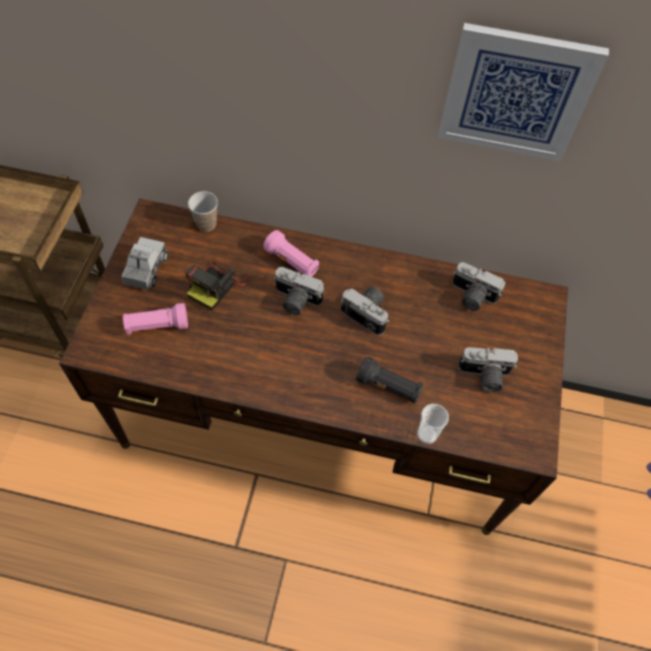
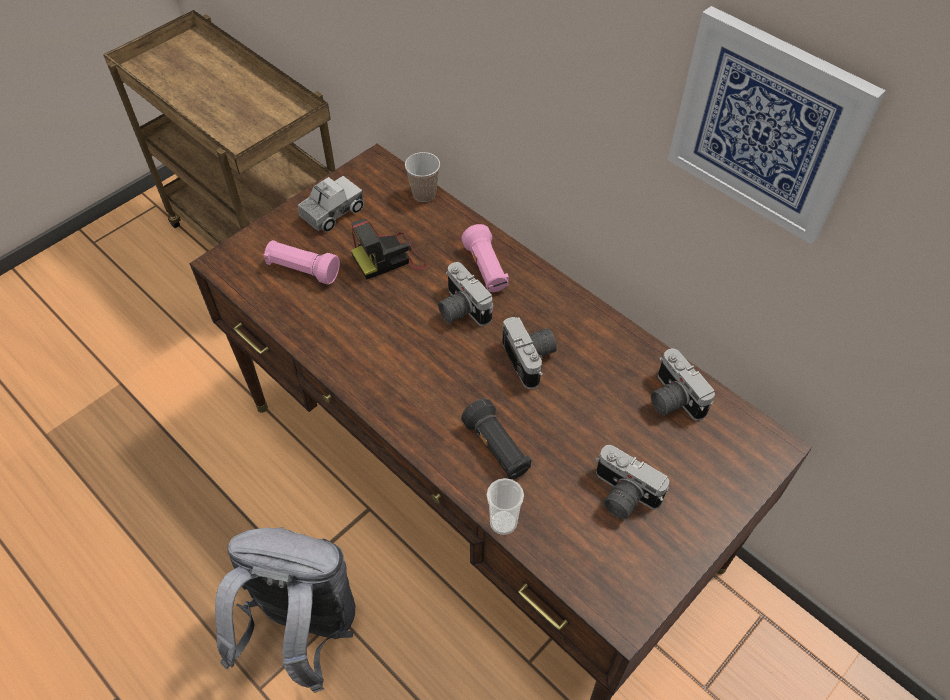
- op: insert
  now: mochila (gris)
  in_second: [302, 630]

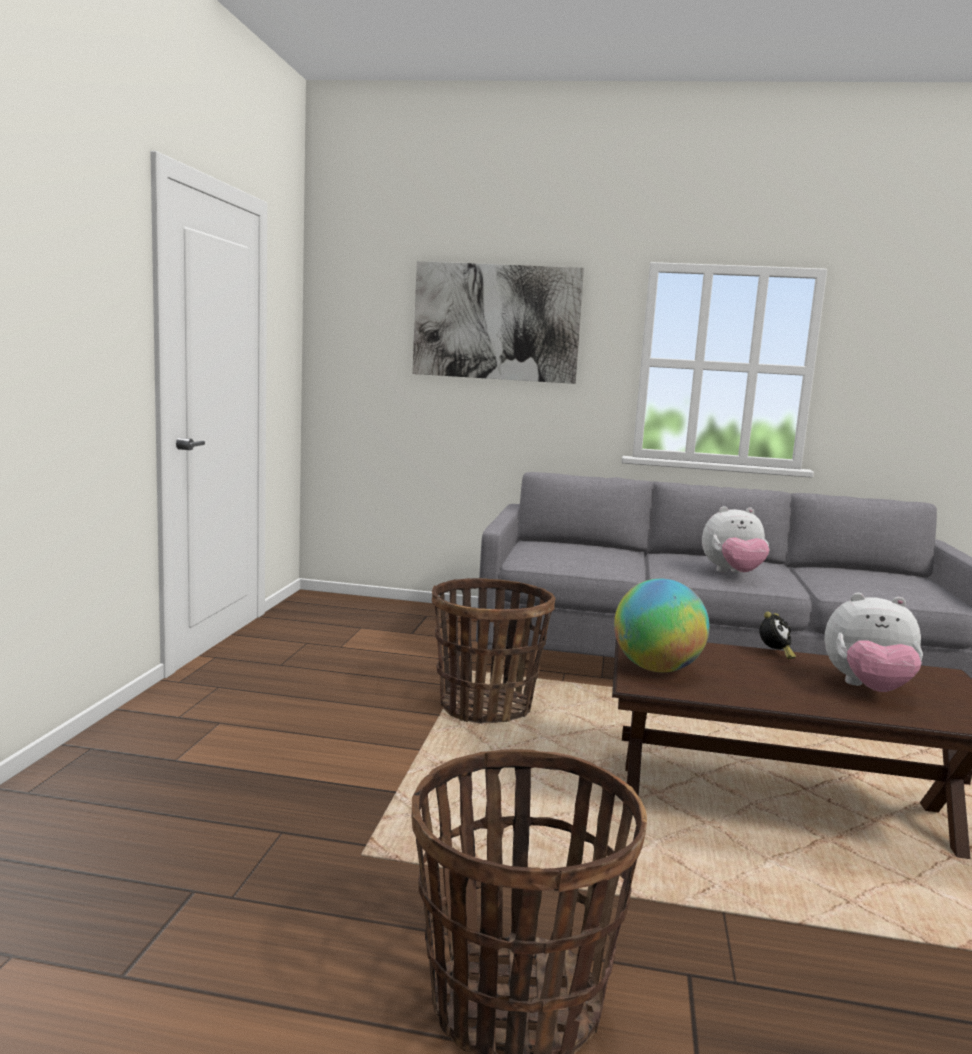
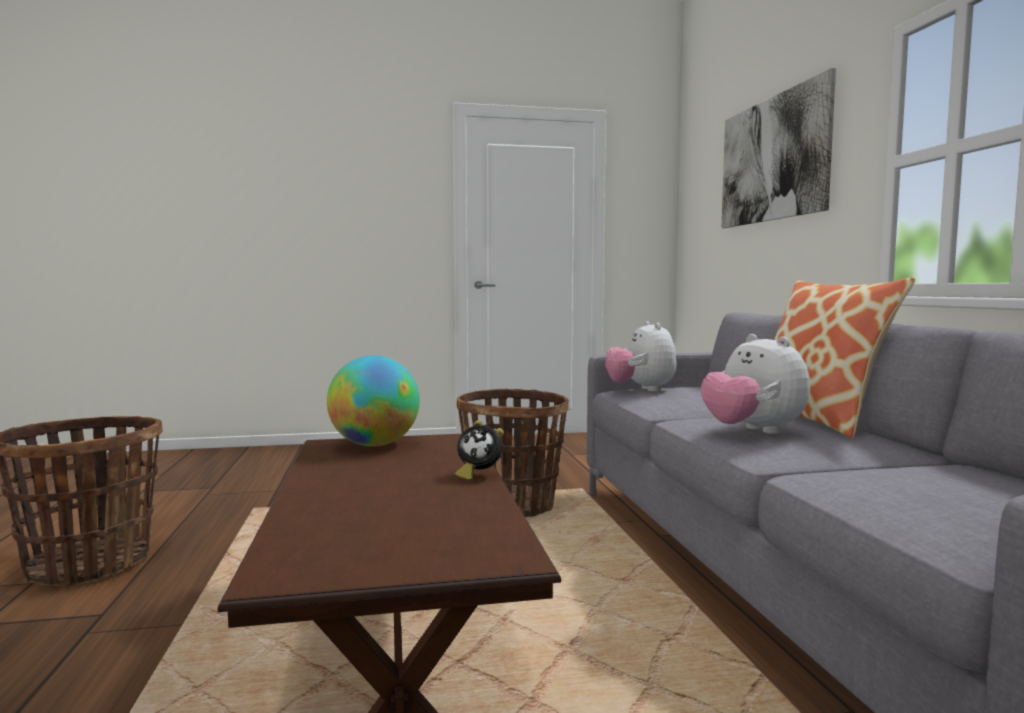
- op: insert
  now: cojín
  in_second: [817, 419]
- op: move
  was: peluche
  in_first: [868, 689]
  in_second: [641, 390]

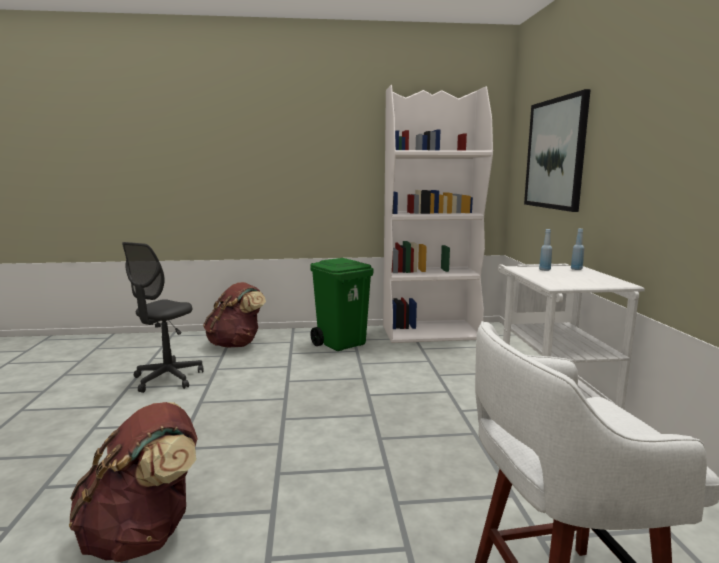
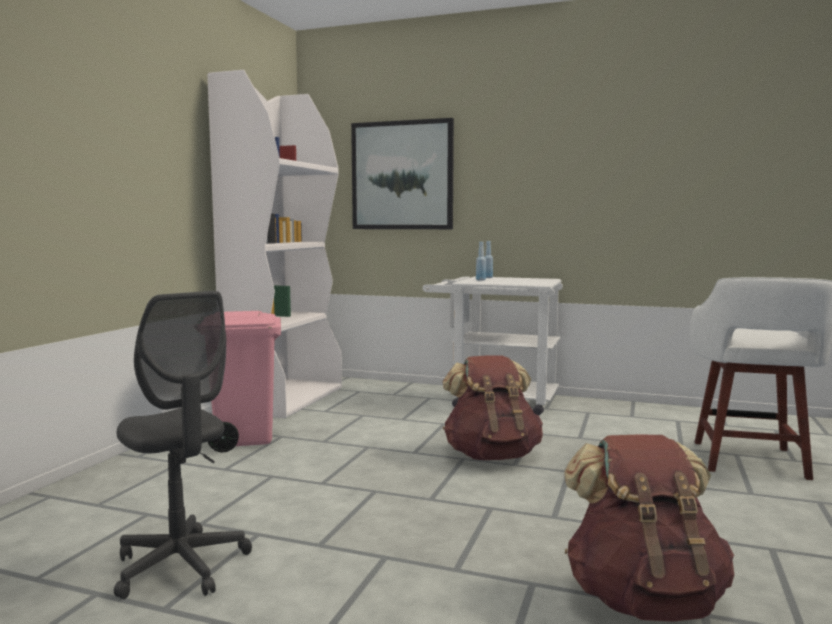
- op: move
  was: mochila (marrón)
  in_first: [236, 344]
  in_second: [491, 456]
- op: recolor
  was: papelera (verde)
  now: papelera (rosa)
  in_first: [342, 344]
  in_second: [243, 439]

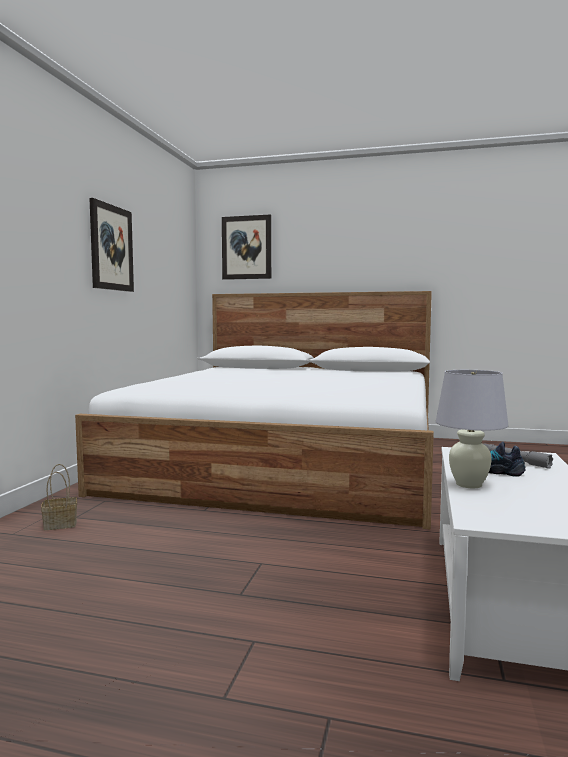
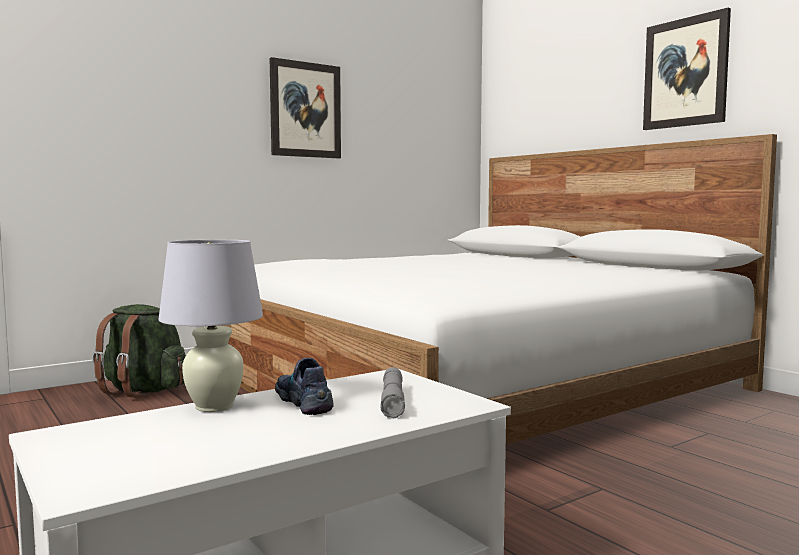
- op: move
  was: cuadro
  in_first: [246, 247]
  in_second: [685, 72]
- op: replace
  was: cesta
  now: mochila (verde)
  in_first: [59, 525]
  in_second: [143, 391]

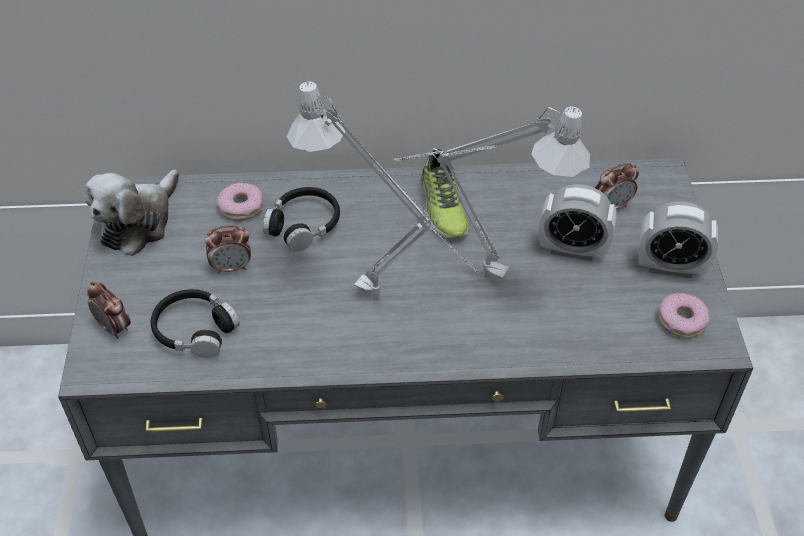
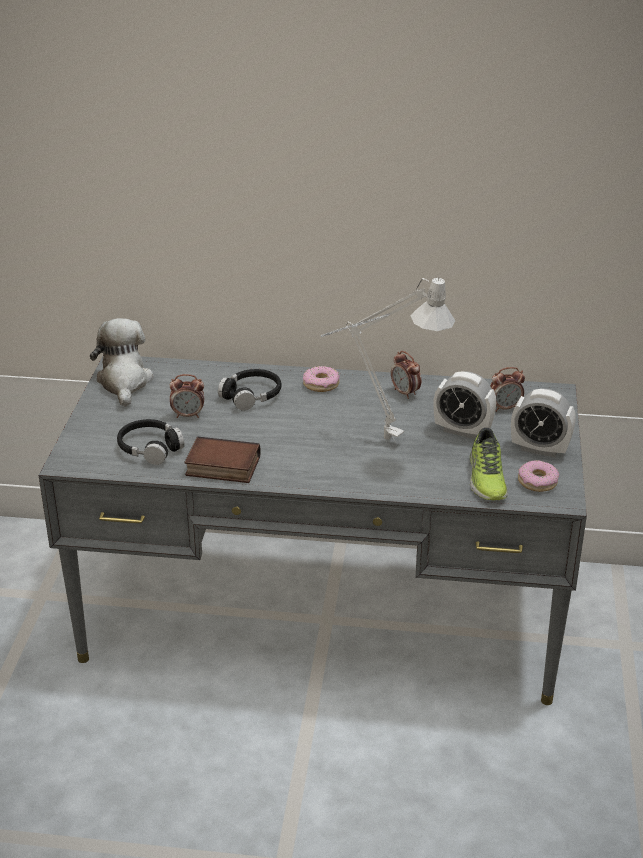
- op: delete
  was: lámpara de mesa (gris)
  in_first: [387, 305]
- op: insert
  now: libro
  in_second: [221, 467]
- op: move
  was: despertador
  in_first: [114, 328]
  in_second: [405, 393]
- op: move
  was: rosquilla
  in_first: [241, 207]
  in_second: [321, 384]
- op: move
  was: zapato
  in_first: [442, 207]
  in_second: [486, 478]
- op: rotate
  was: peluche
  in_first: [139, 222]
  in_second: [124, 382]
  clockwise: 135

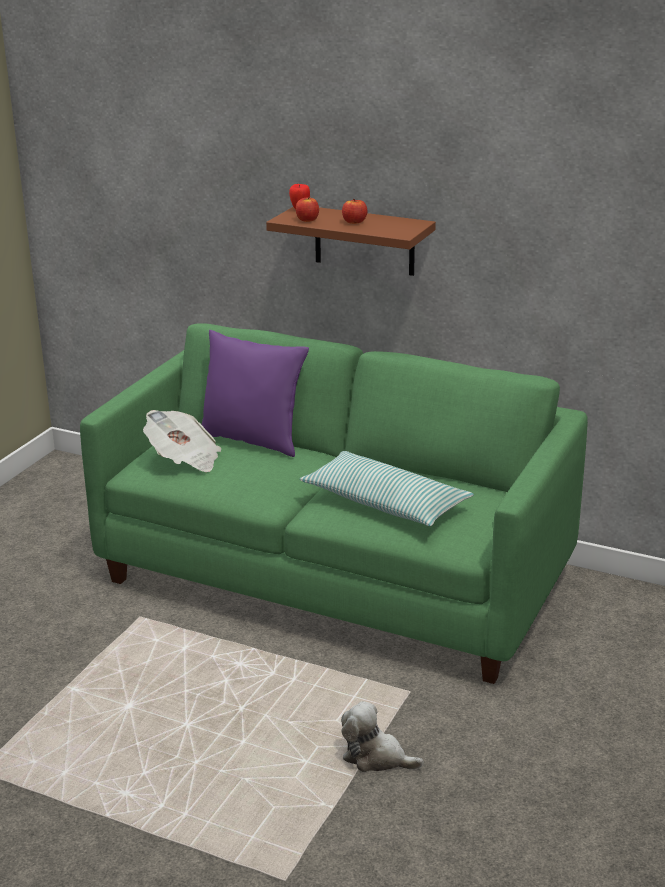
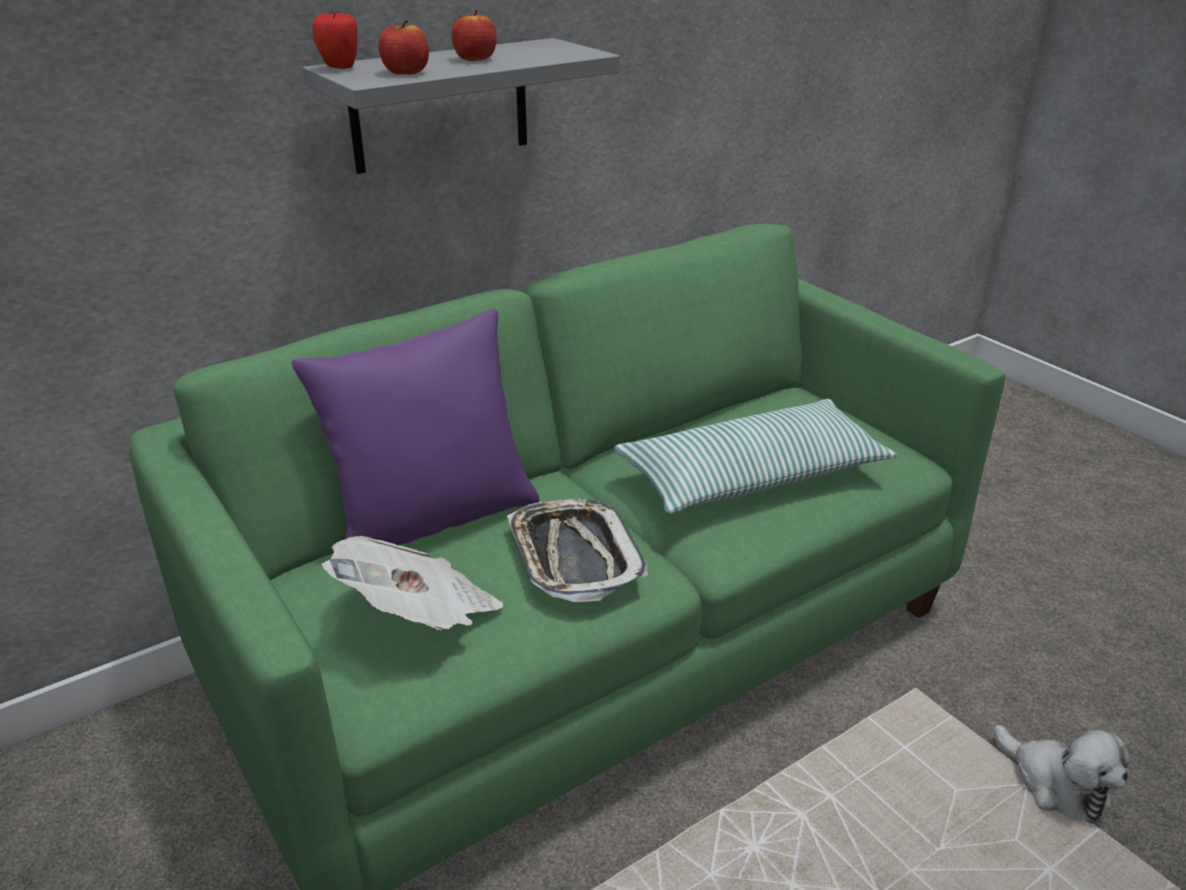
- op: insert
  now: bandeja
  in_second: [574, 556]
- op: recolor
  was: estante (marrón)
  now: estante (gris)
  in_first: [364, 240]
  in_second: [440, 105]
- op: rotate
  was: peluche
  in_first: [376, 757]
  in_second: [1055, 784]
  clockwise: -90

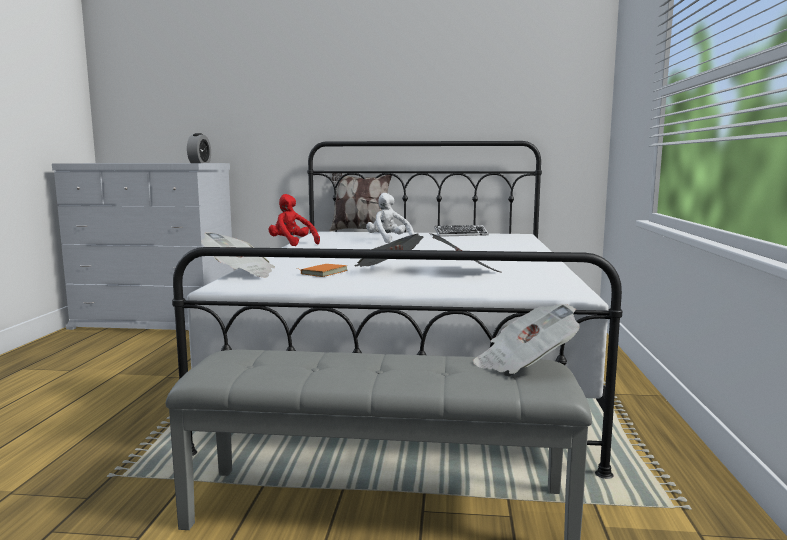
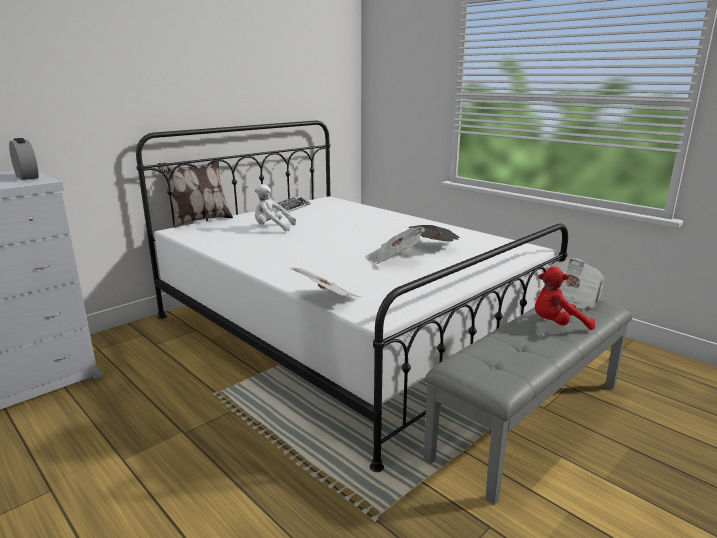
- op: delete
  was: libro (naranja)
  in_first: [323, 272]
- op: move
  was: peluche (rojo)
  in_first: [292, 244]
  in_second: [557, 325]

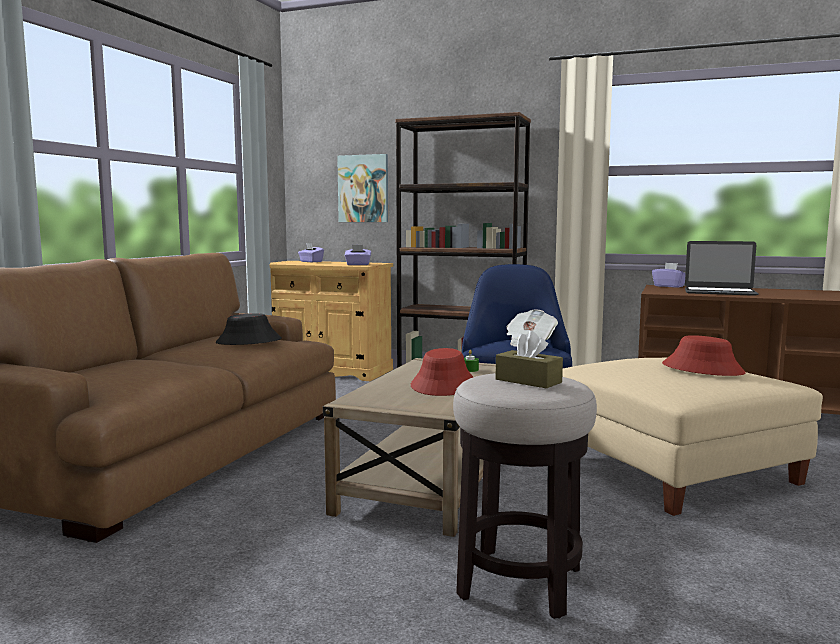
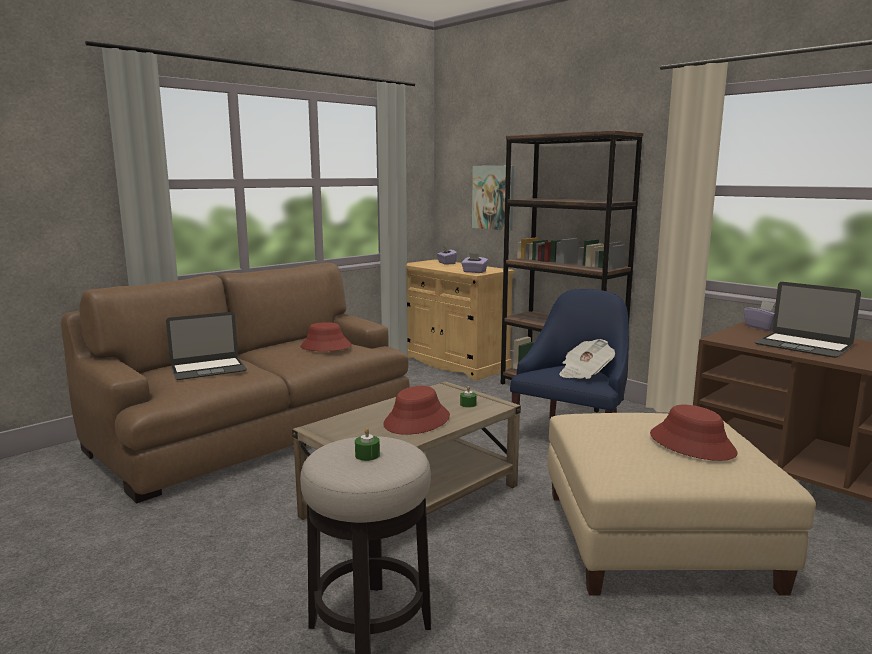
- op: insert
  now: portátil
  in_second: [208, 369]
- op: replace
  was: caja de pañuelos (marrón)
  now: vela (verde)
  in_first: [528, 381]
  in_second: [367, 455]
- op: recolor
  was: sombrero (negro)
  now: sombrero (rojo)
  in_first: [248, 341]
  in_second: [325, 347]

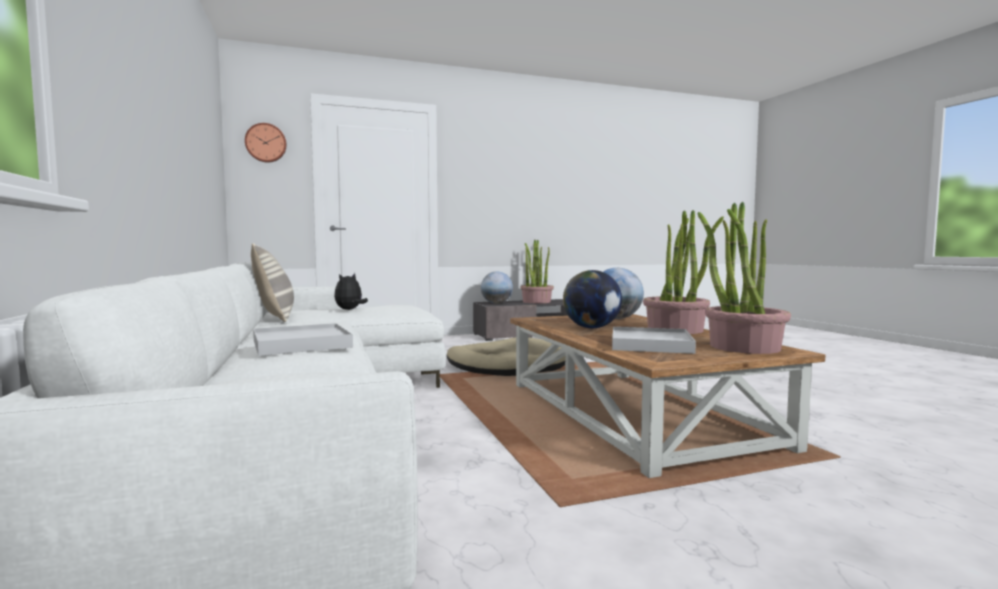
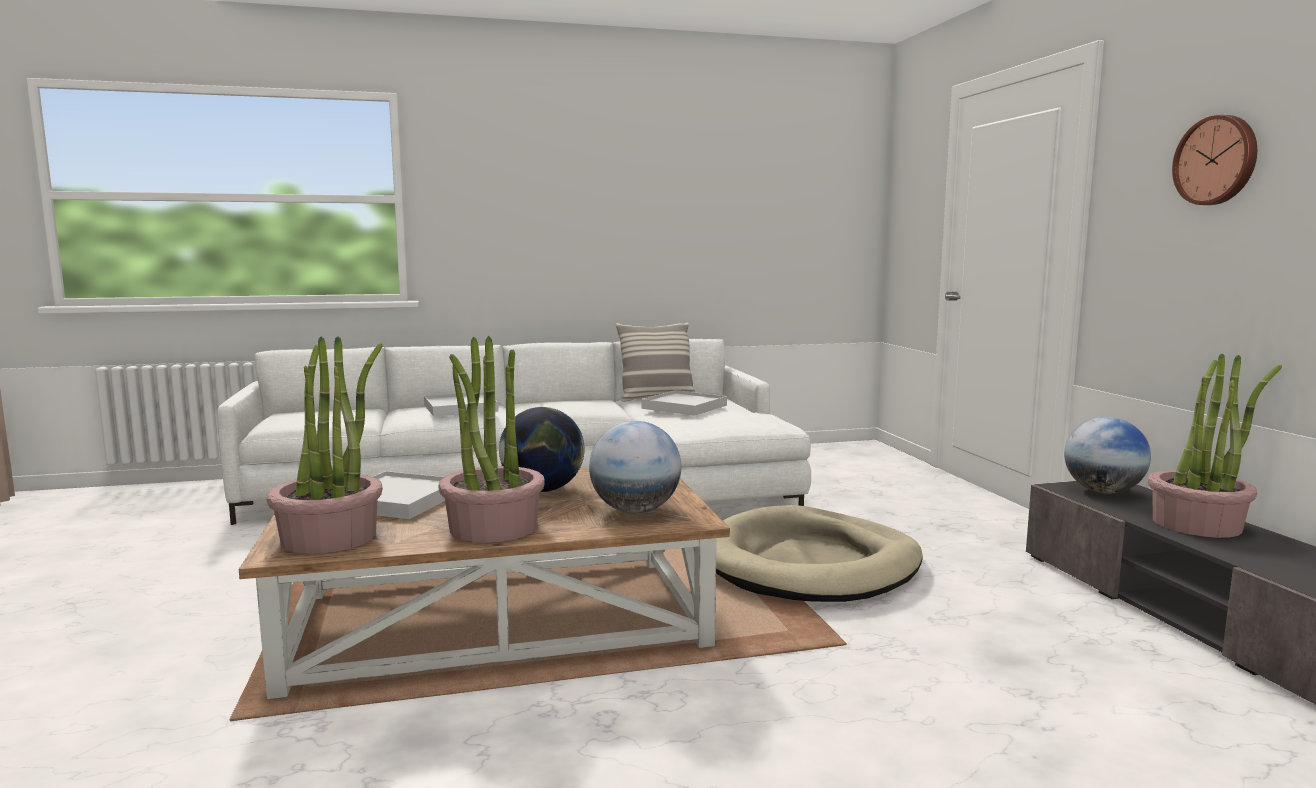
- op: move
  was: reloj de pared
  in_first: [266, 143]
  in_second: [1217, 160]
- op: replace
  was: peluche
  now: bandeja (blanco)
  in_first: [349, 309]
  in_second: [684, 407]

